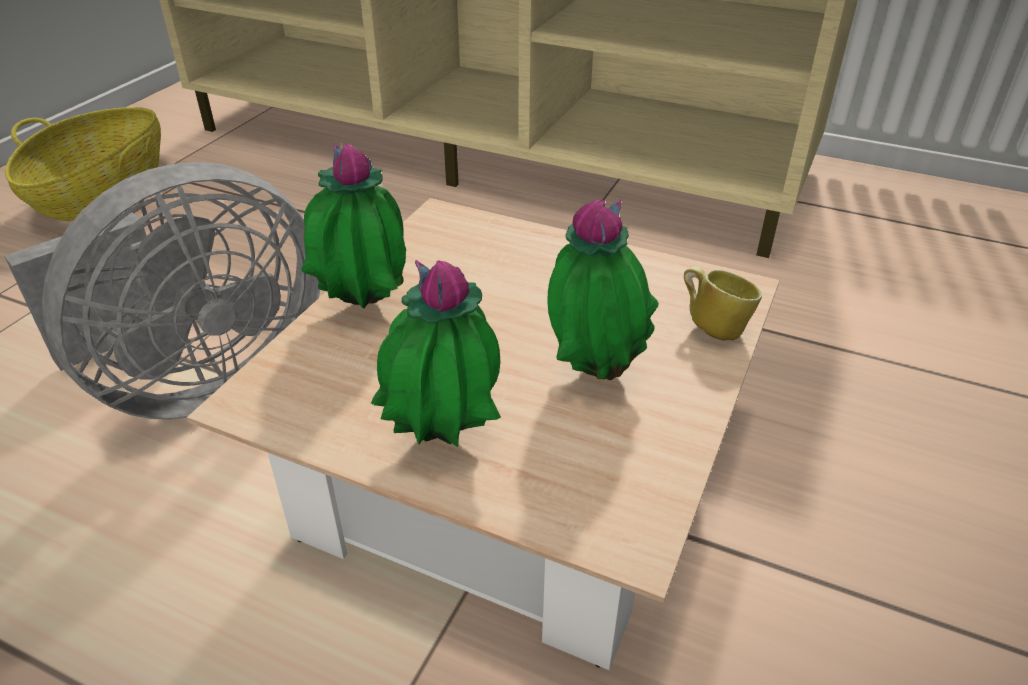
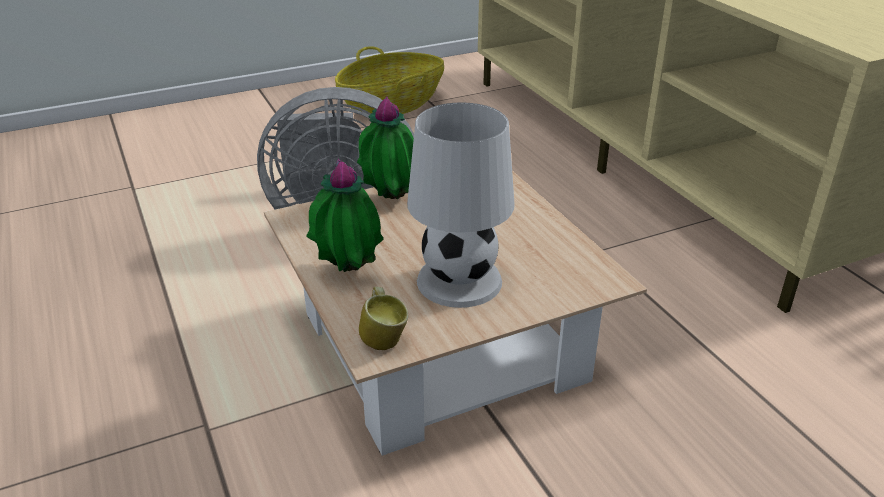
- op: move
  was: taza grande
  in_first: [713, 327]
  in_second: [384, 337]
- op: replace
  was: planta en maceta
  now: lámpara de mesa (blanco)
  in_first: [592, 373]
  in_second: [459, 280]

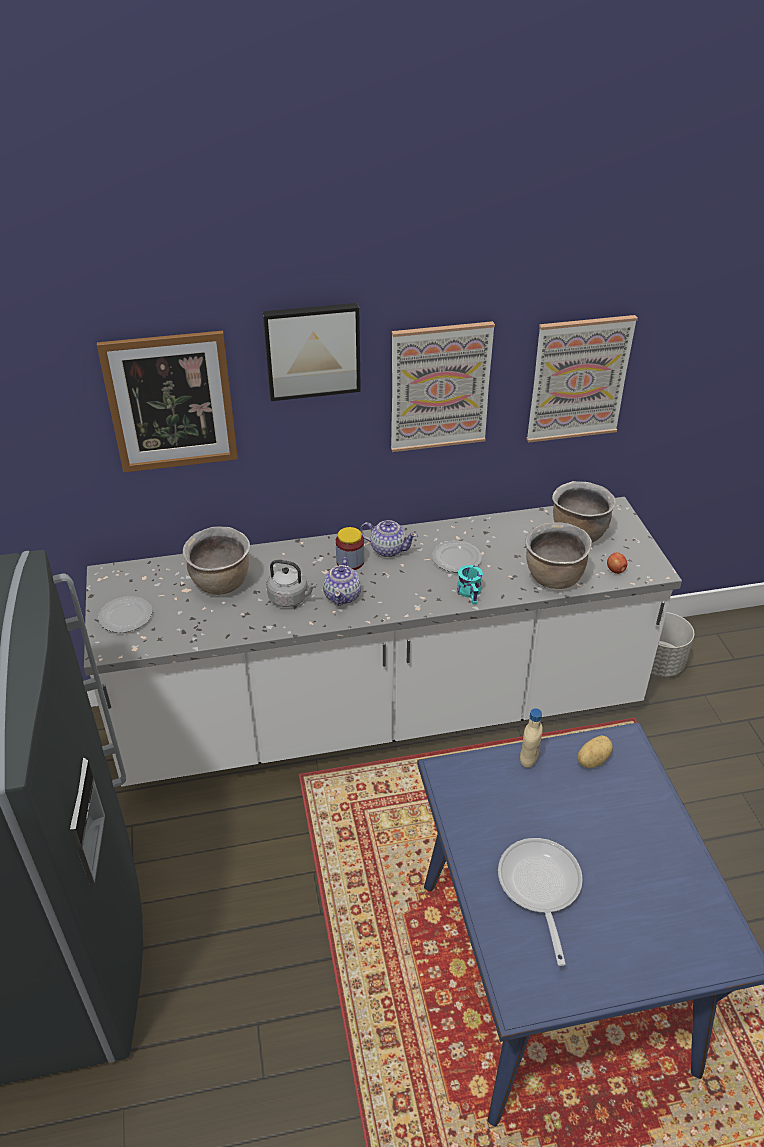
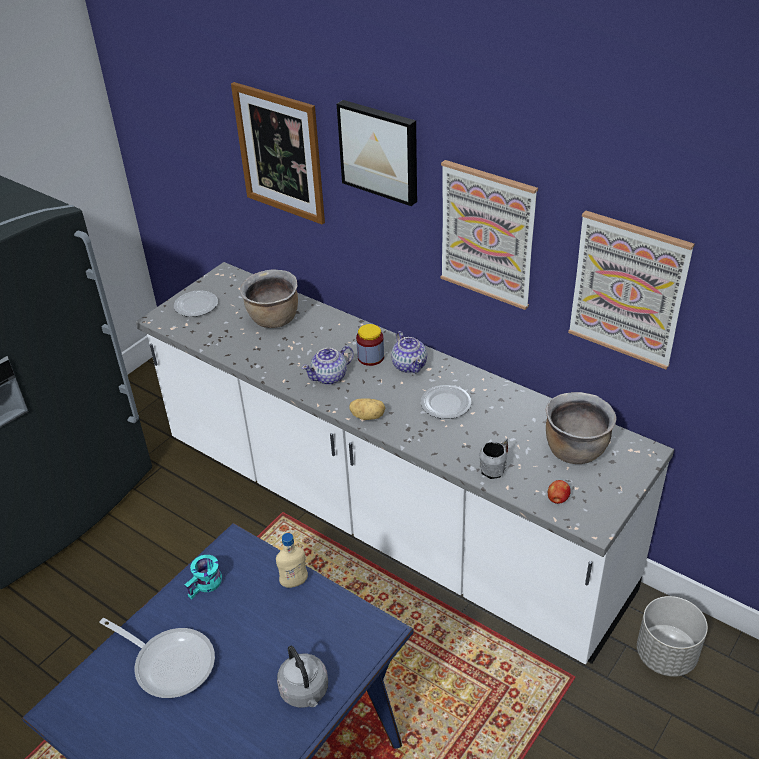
- op: move
  was: hervidor (gris)
  in_first: [290, 598]
  in_second: [305, 692]
- op: move
  was: taza grande (turquesa)
  in_first: [472, 592]
  in_second: [206, 585]
- op: move
  was: patata
  in_first: [592, 759]
  in_second: [368, 416]
- op: replace
  was: olla (marrón)
  now: taza grande (gris)
  in_first: [553, 578]
  in_second: [495, 468]
- op: rotate
  was: sartén
  in_first: [539, 888]
  in_second: [170, 663]
  clockwise: 75

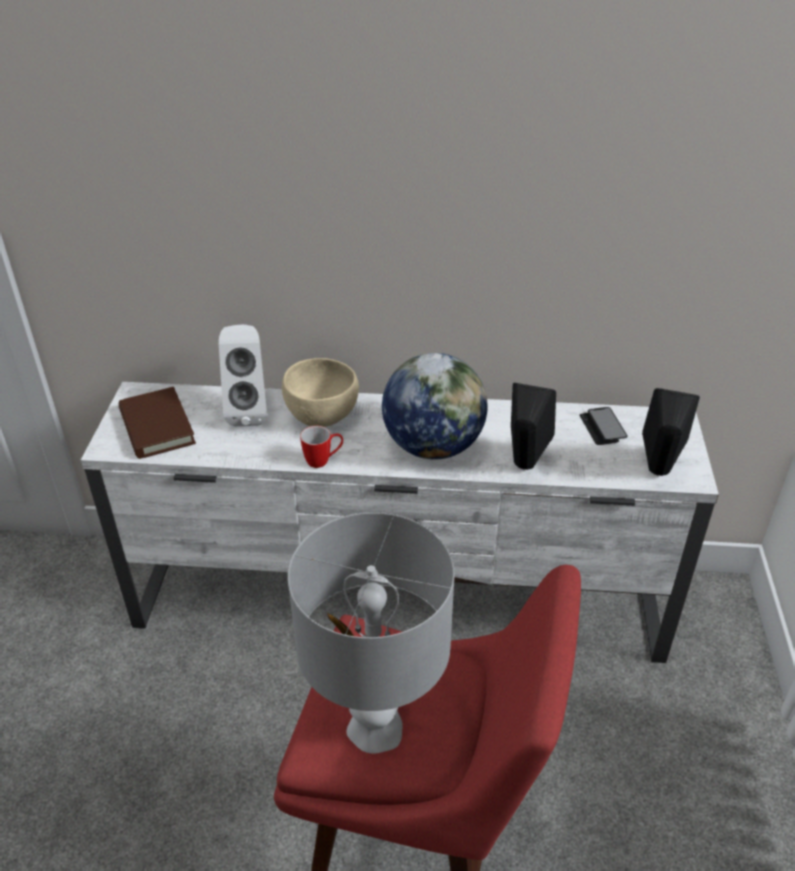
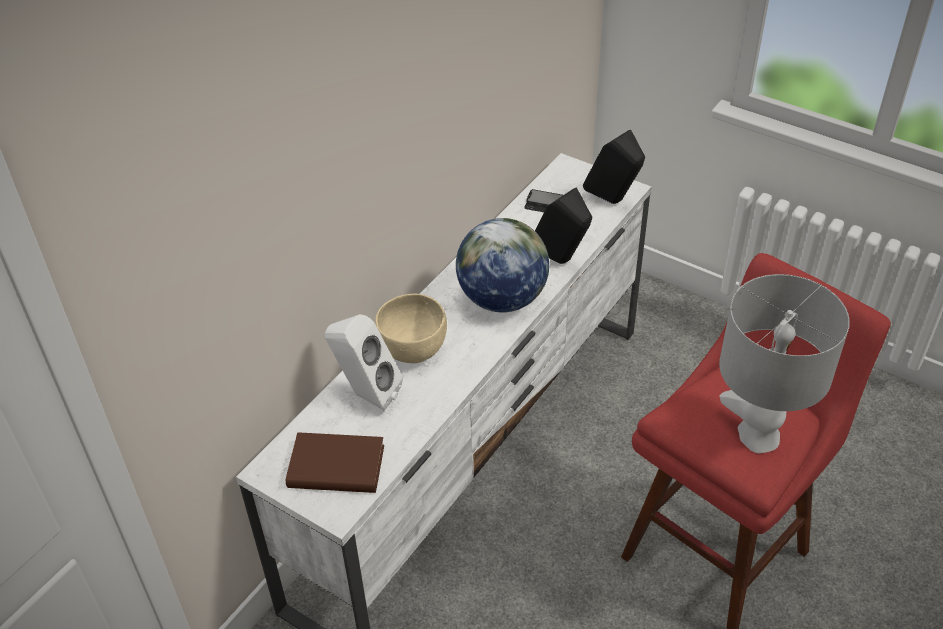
- op: delete
  was: taza grande
  in_first: [323, 461]

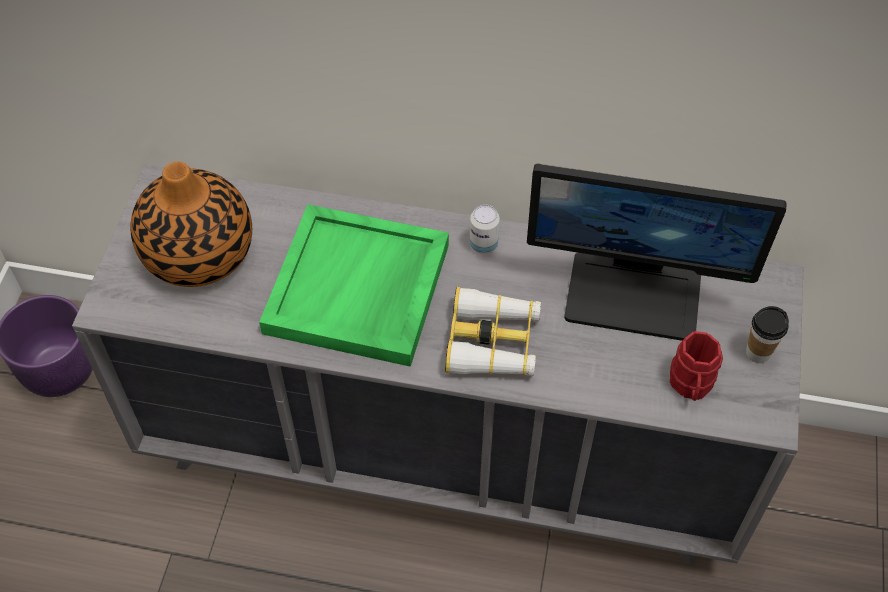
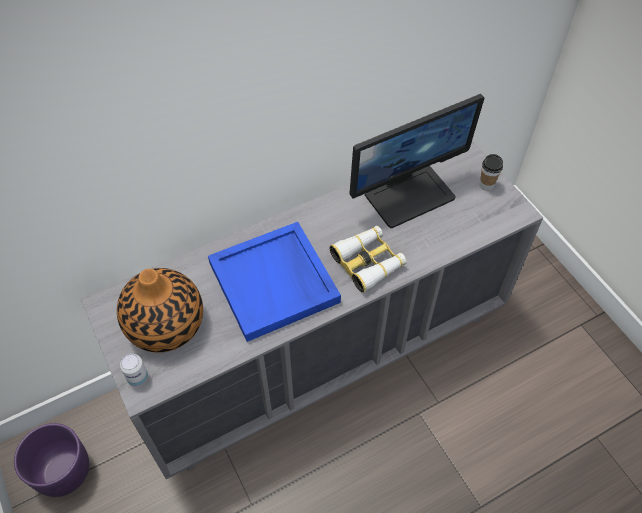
- op: delete
  was: taza grande (rojo)
  in_first: [690, 386]
- op: move
  was: lata
  in_first: [483, 244]
  in_second: [138, 377]
- op: recolor
  was: bandeja (verde)
  now: bandeja (azul)
  in_first: [358, 290]
  in_second: [275, 283]

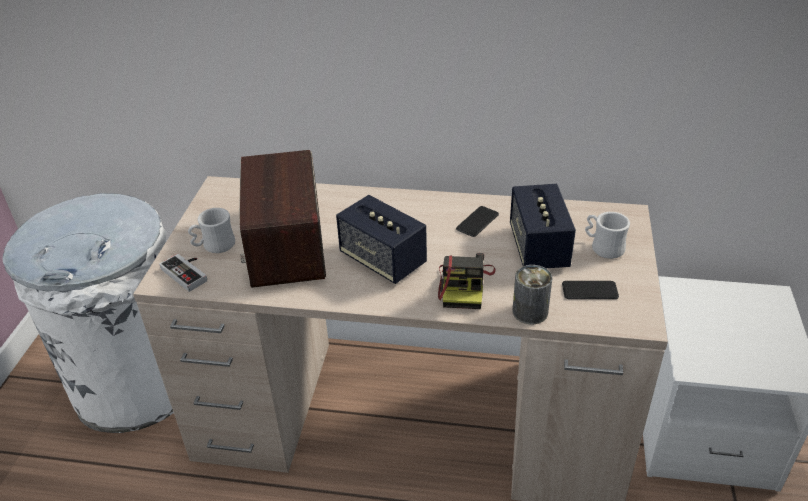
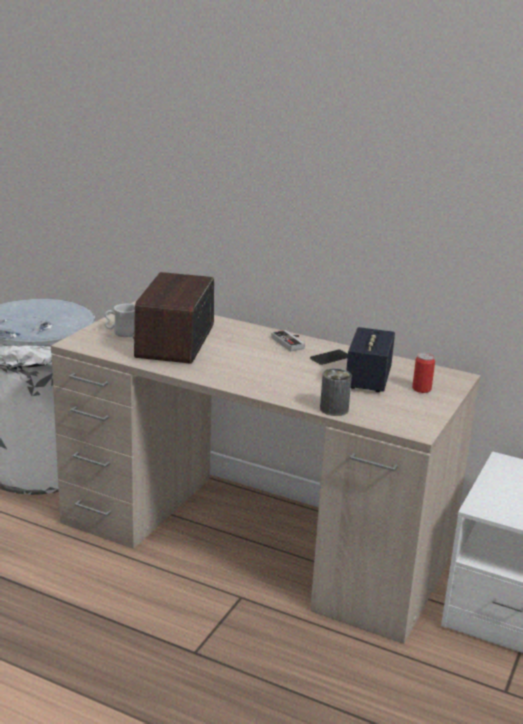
- op: delete
  was: altavoz
  in_first: [383, 260]
- op: delete
  was: cámara
  in_first: [464, 285]
- op: delete
  was: móvil
  in_first: [589, 291]
- op: move
  was: mando de consola
  in_first: [188, 272]
  in_second: [291, 342]
- op: replace
  was: taza grande (blanco)
  now: lata
  in_first: [603, 247]
  in_second: [421, 389]

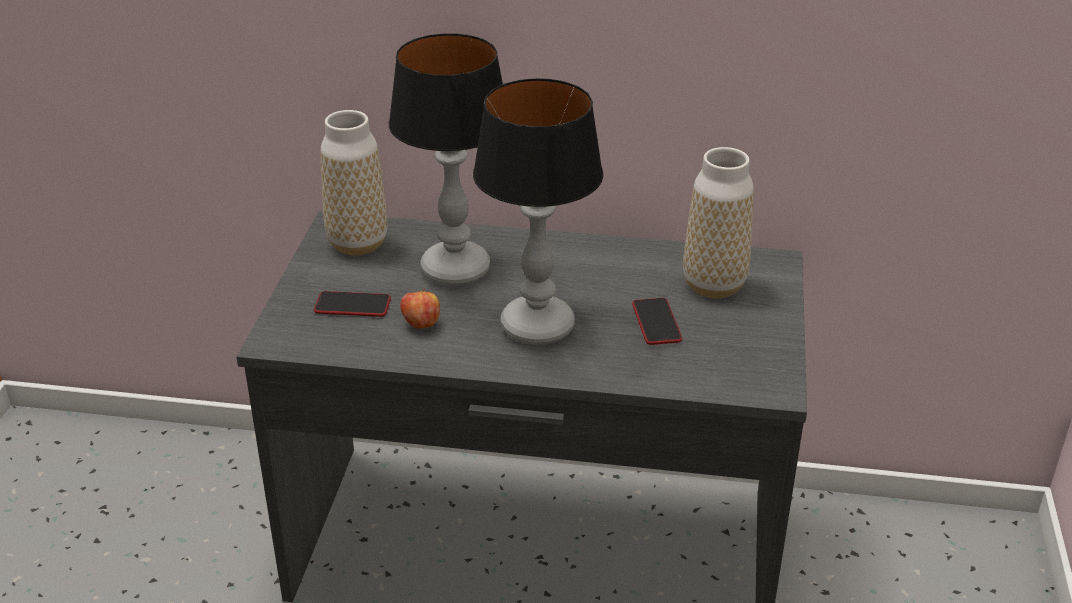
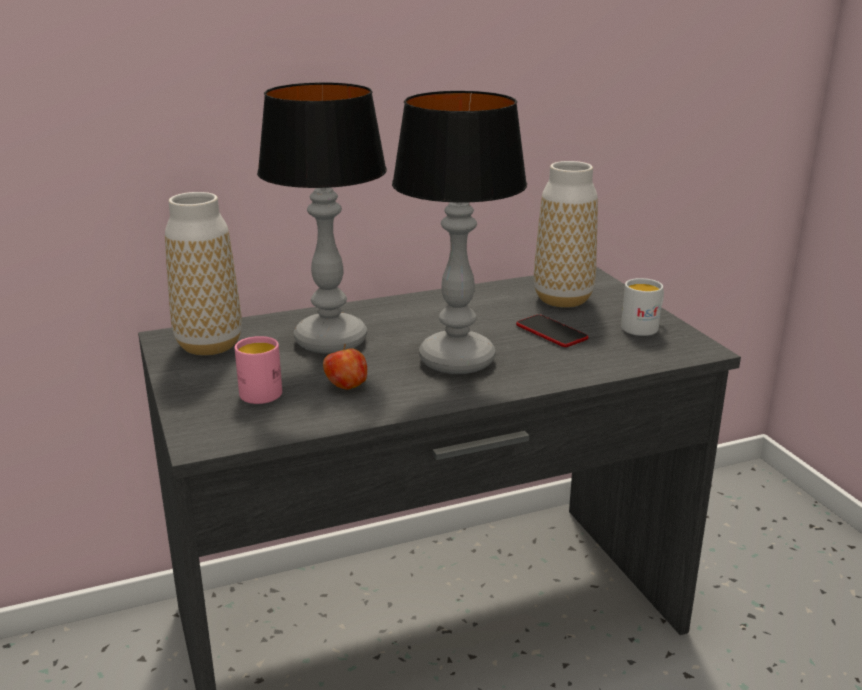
- op: insert
  now: taza grande (blanco)
  in_second: [644, 327]
- op: replace
  was: móvil
  now: taza grande (rosa)
  in_first: [352, 305]
  in_second: [258, 391]

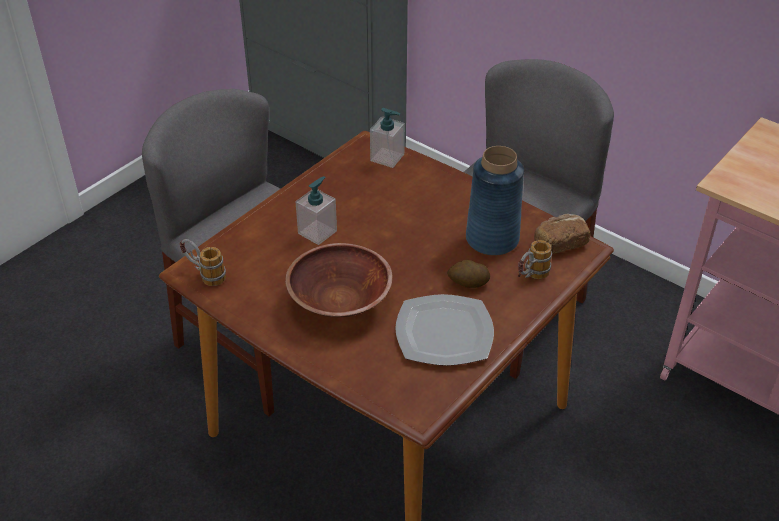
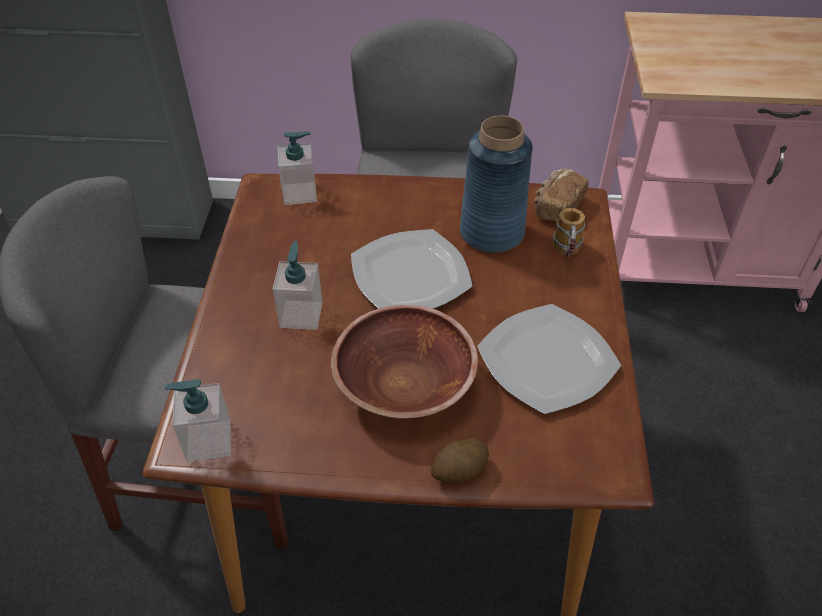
- op: insert
  now: plato
  in_second: [410, 274]
- op: move
  was: patata
  in_first: [468, 283]
  in_second: [459, 471]
- op: replace
  was: taza grande
  now: dispensador de jabón
  in_first: [204, 274]
  in_second: [208, 441]

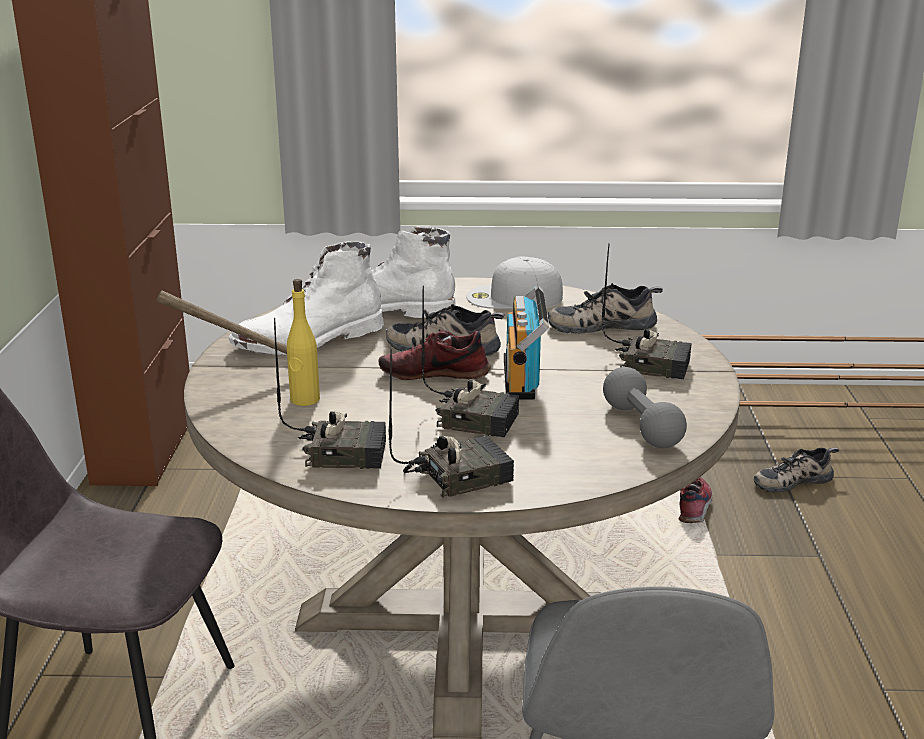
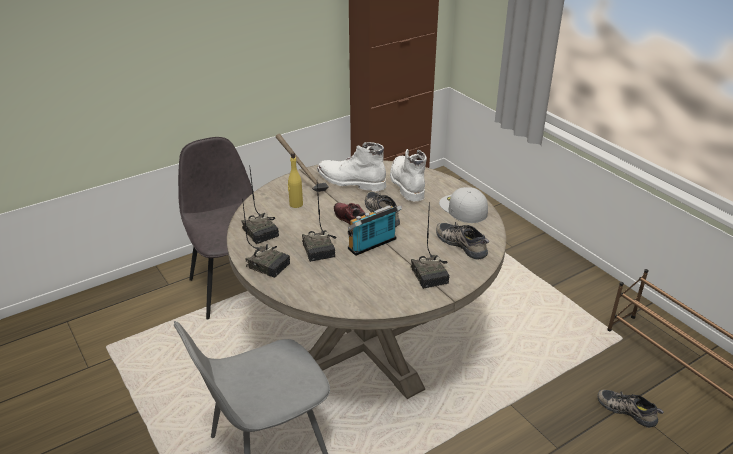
- op: delete
  was: mancuerna (gris)
  in_first: [641, 426]
- op: delete
  was: zapato
  in_first: [694, 507]

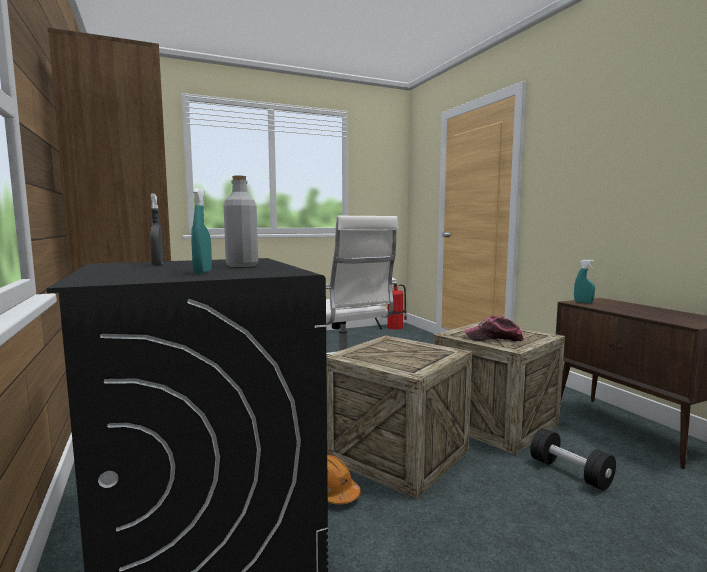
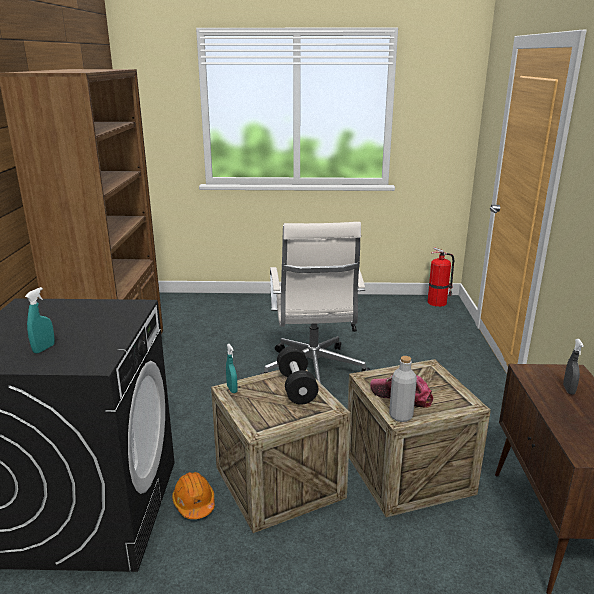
- op: move
  was: pulverizador (gris)
  in_first: [158, 264]
  in_second: [568, 390]
- op: move
  was: botella (gris)
  in_first: [242, 265]
  in_second: [401, 416]
- op: move
  was: mancuerna (negro)
  in_first: [570, 473]
  in_second: [296, 387]
- op: move
  was: pulverizador (turquesa)
  in_first: [583, 302]
  in_second: [232, 389]

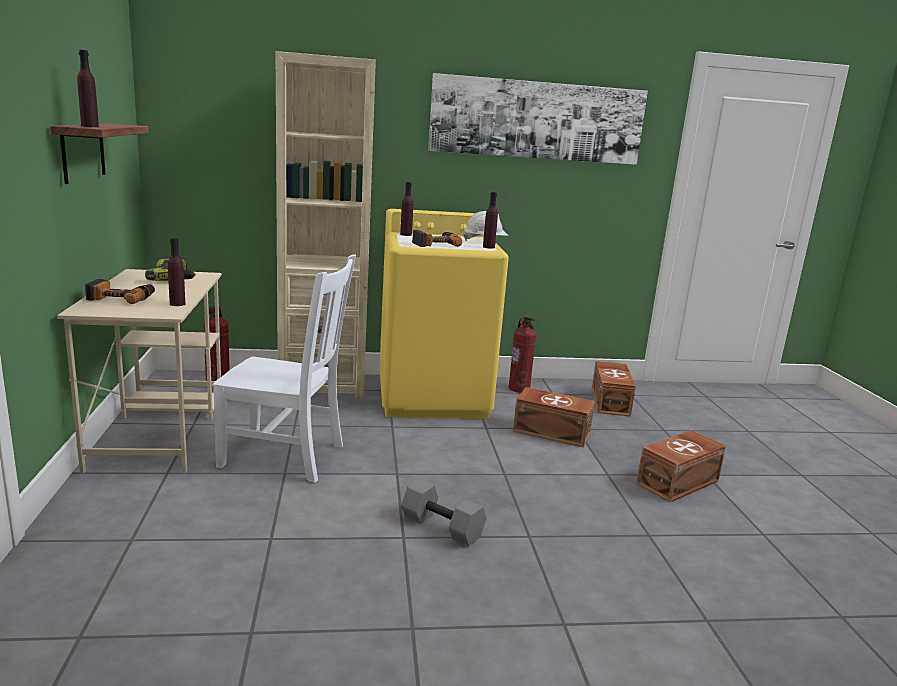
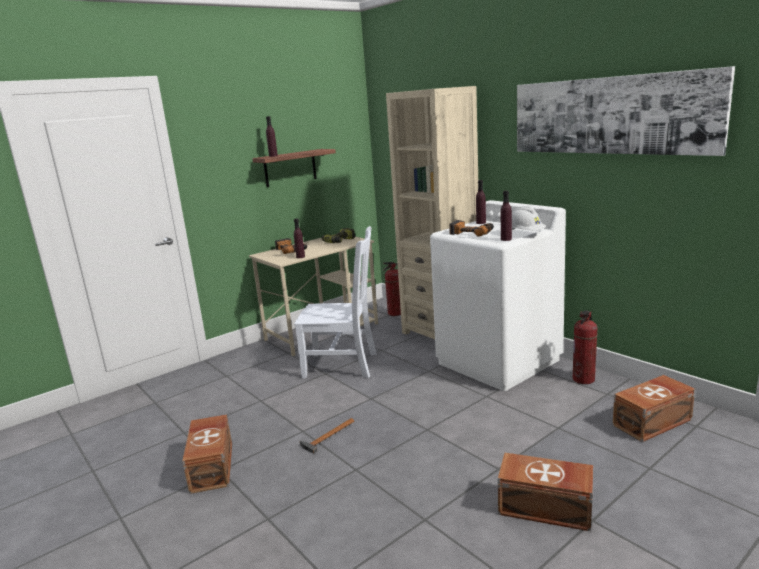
- op: move
  was: caja de almacenaje (marrón)
  in_first: [550, 431]
  in_second: [213, 466]
- op: replace
  was: mancuerna (gris)
  now: martillo
  in_first: [440, 527]
  in_second: [327, 437]
- op: recolor
  was: lavadora (amarillo)
  now: lavadora (blanco)
  in_first: [433, 396]
  in_second: [498, 362]
- op: rotate
  was: silla (blanco)
  in_first: [286, 456]
  in_second: [343, 365]
  clockwise: -60

